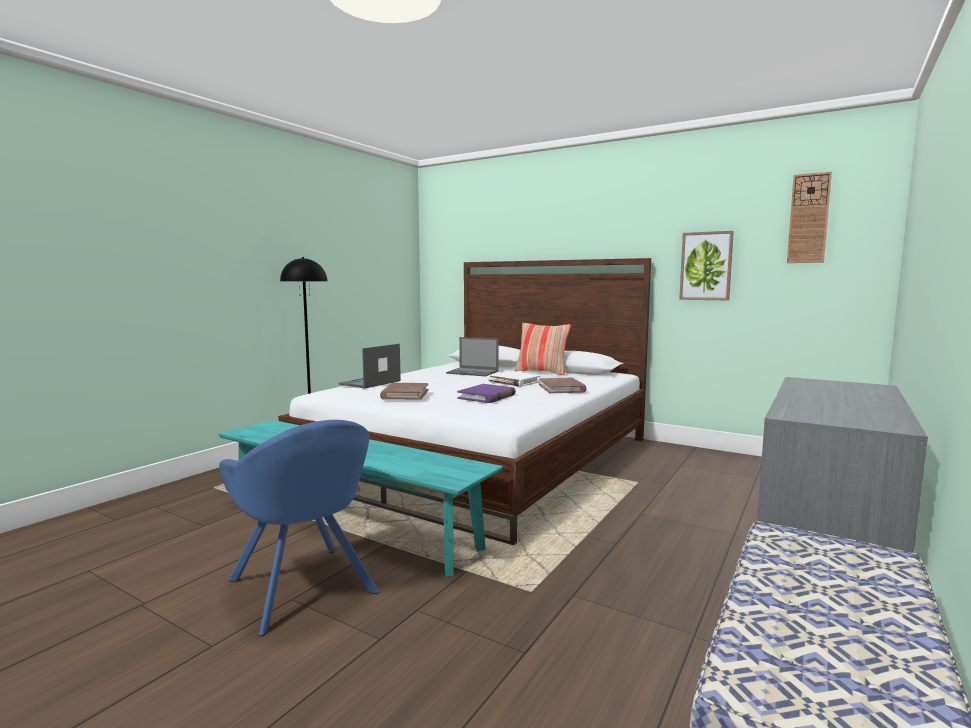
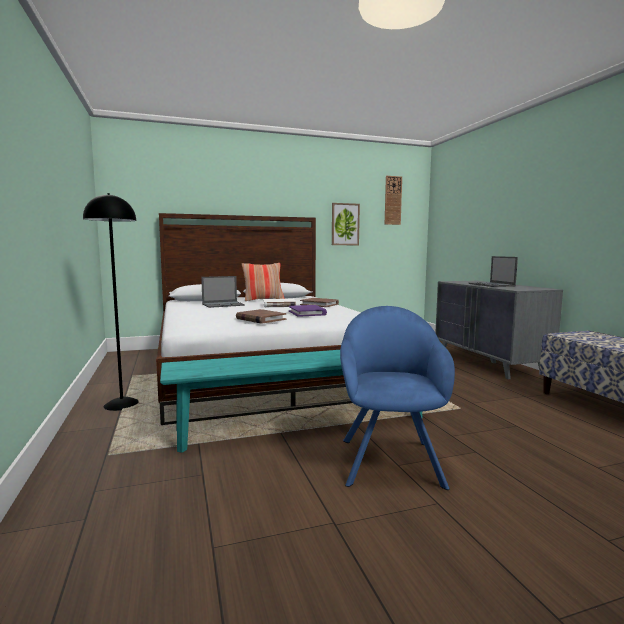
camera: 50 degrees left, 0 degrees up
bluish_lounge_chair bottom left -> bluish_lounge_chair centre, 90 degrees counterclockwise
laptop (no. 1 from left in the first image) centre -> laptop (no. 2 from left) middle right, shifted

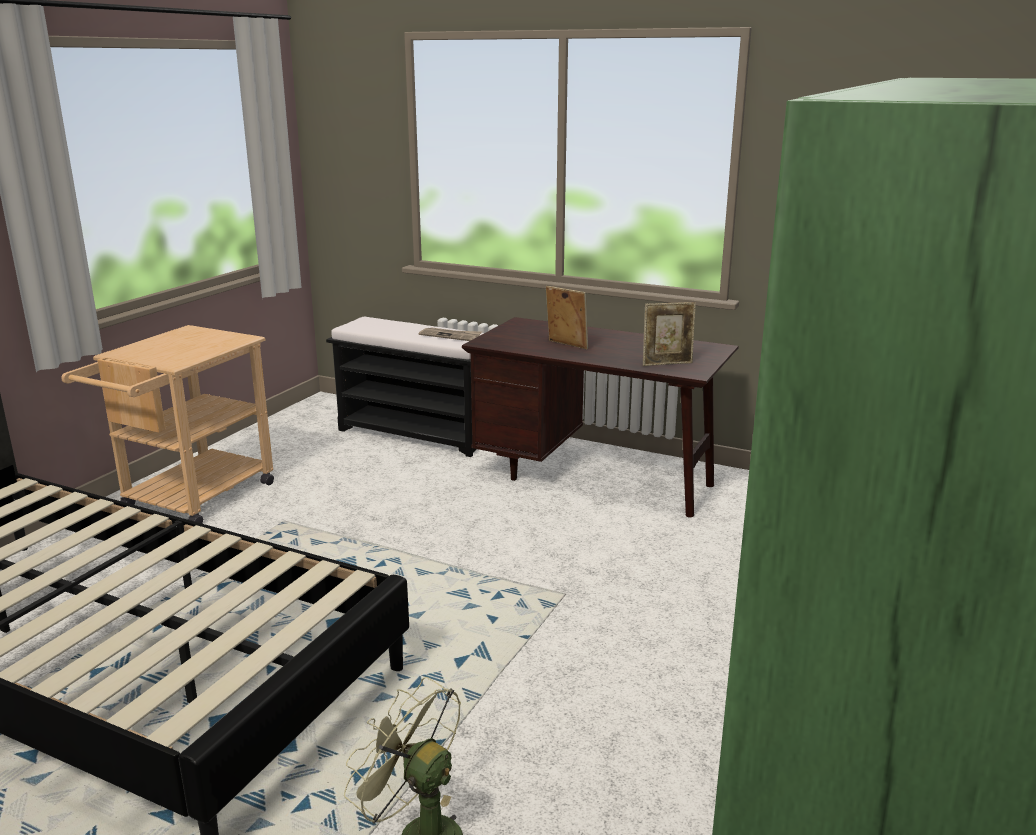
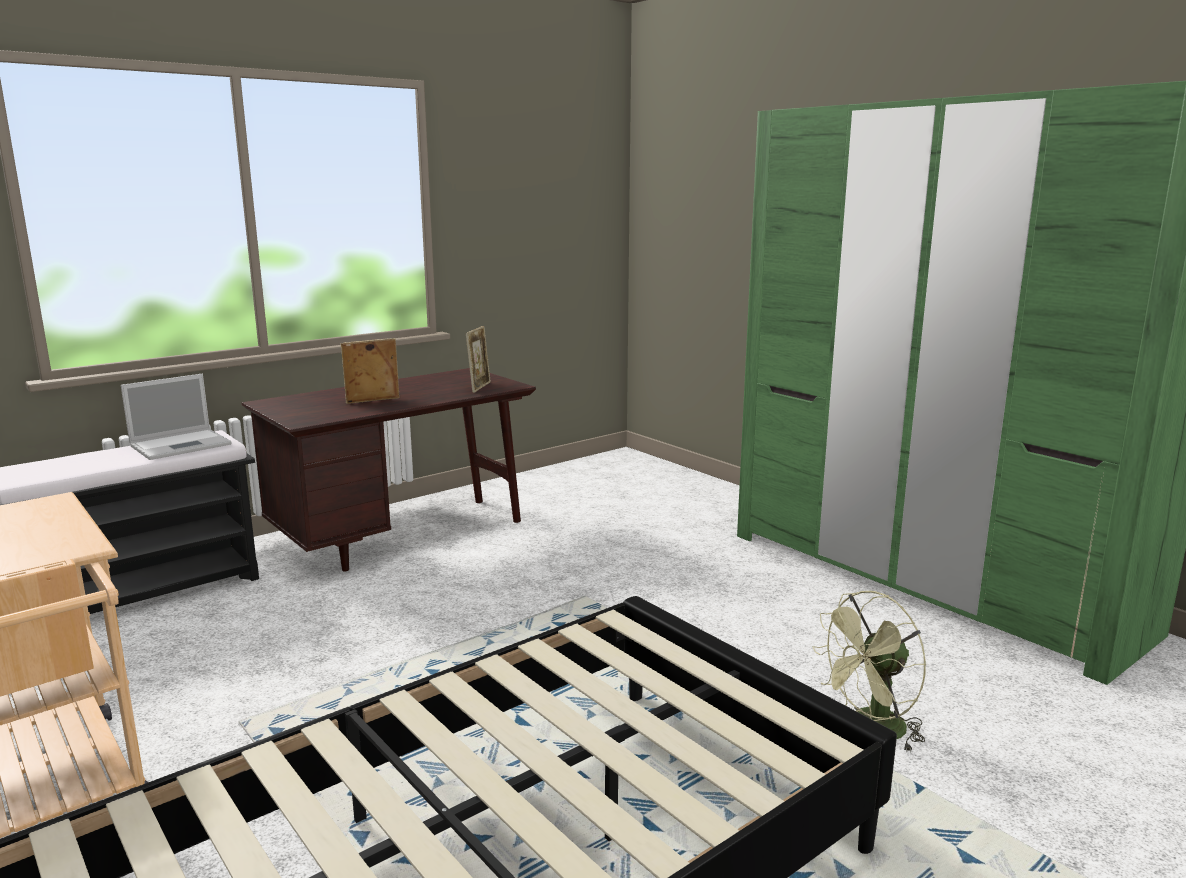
camera: 65 degrees left, 5 degrees down
daily_paper centre -> laptop middle left

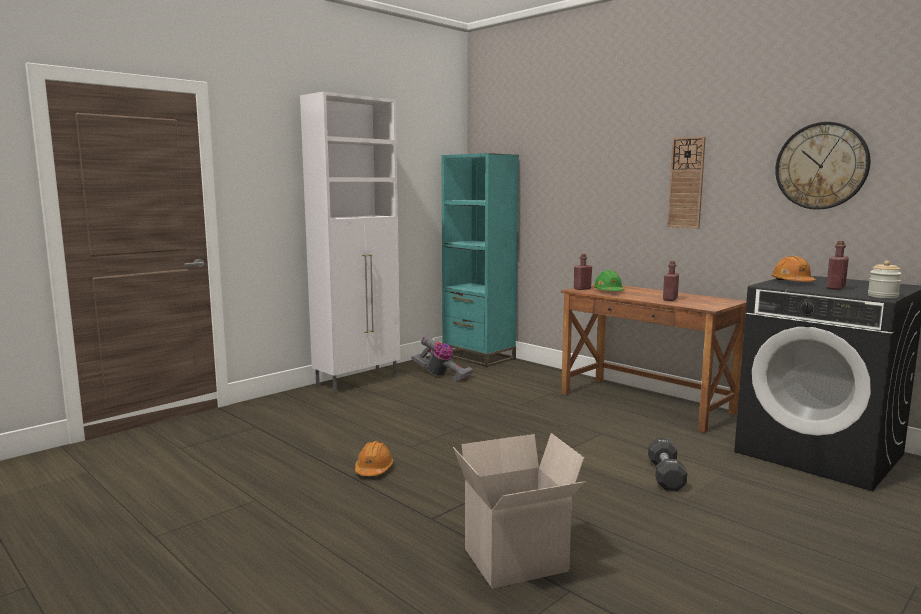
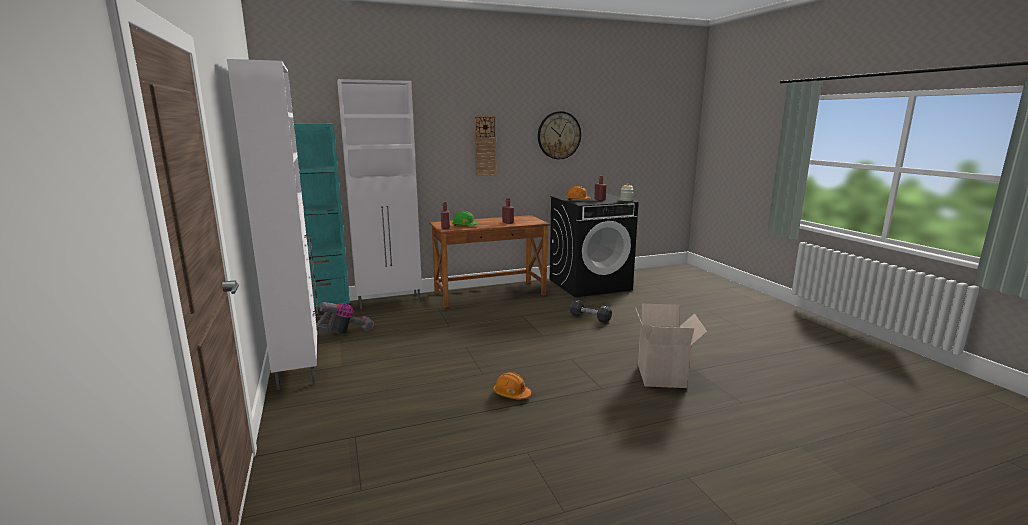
camera: 65 degrees left, 5 degrees up
none -> white_cabinet (no. 2 from left) centre

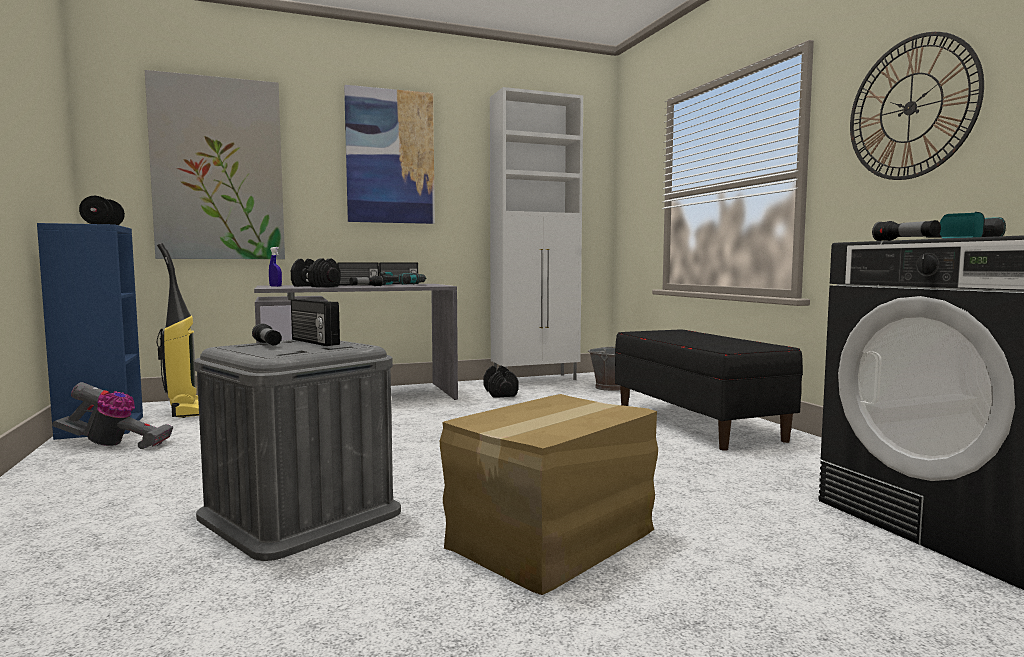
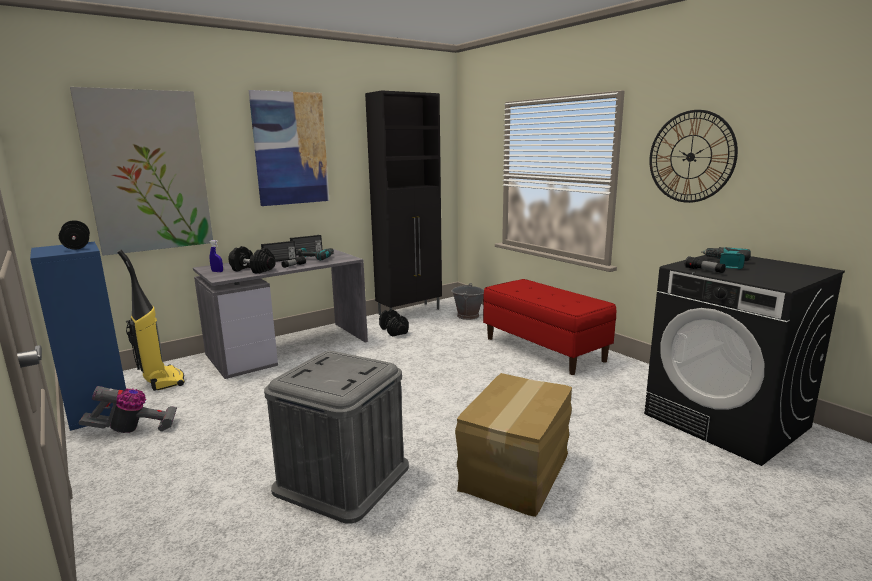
camera: 15 degrees left, 10 degrees up
flashlight (no. 1 from left) middle left -> none
radio_set (no. 1 from left) middle left -> none
white_cabinet centre -> blackish_cabinet centre
blackish_long_seat middle right -> red_long_seat centre

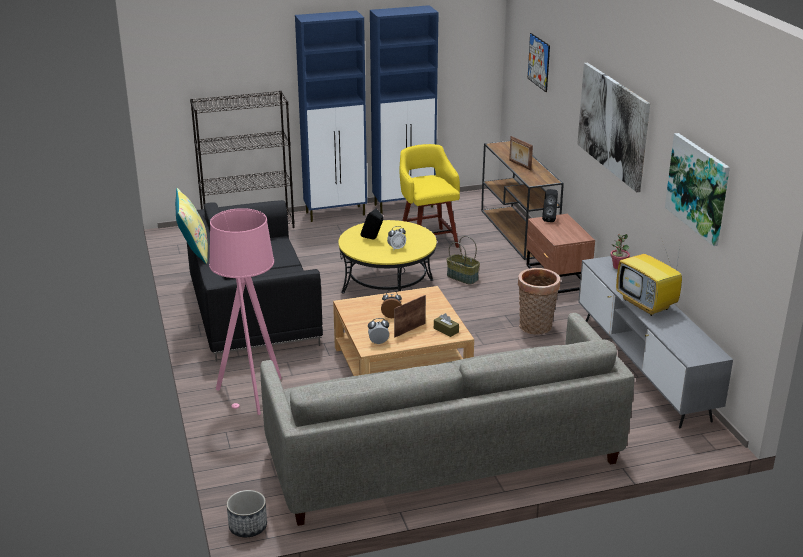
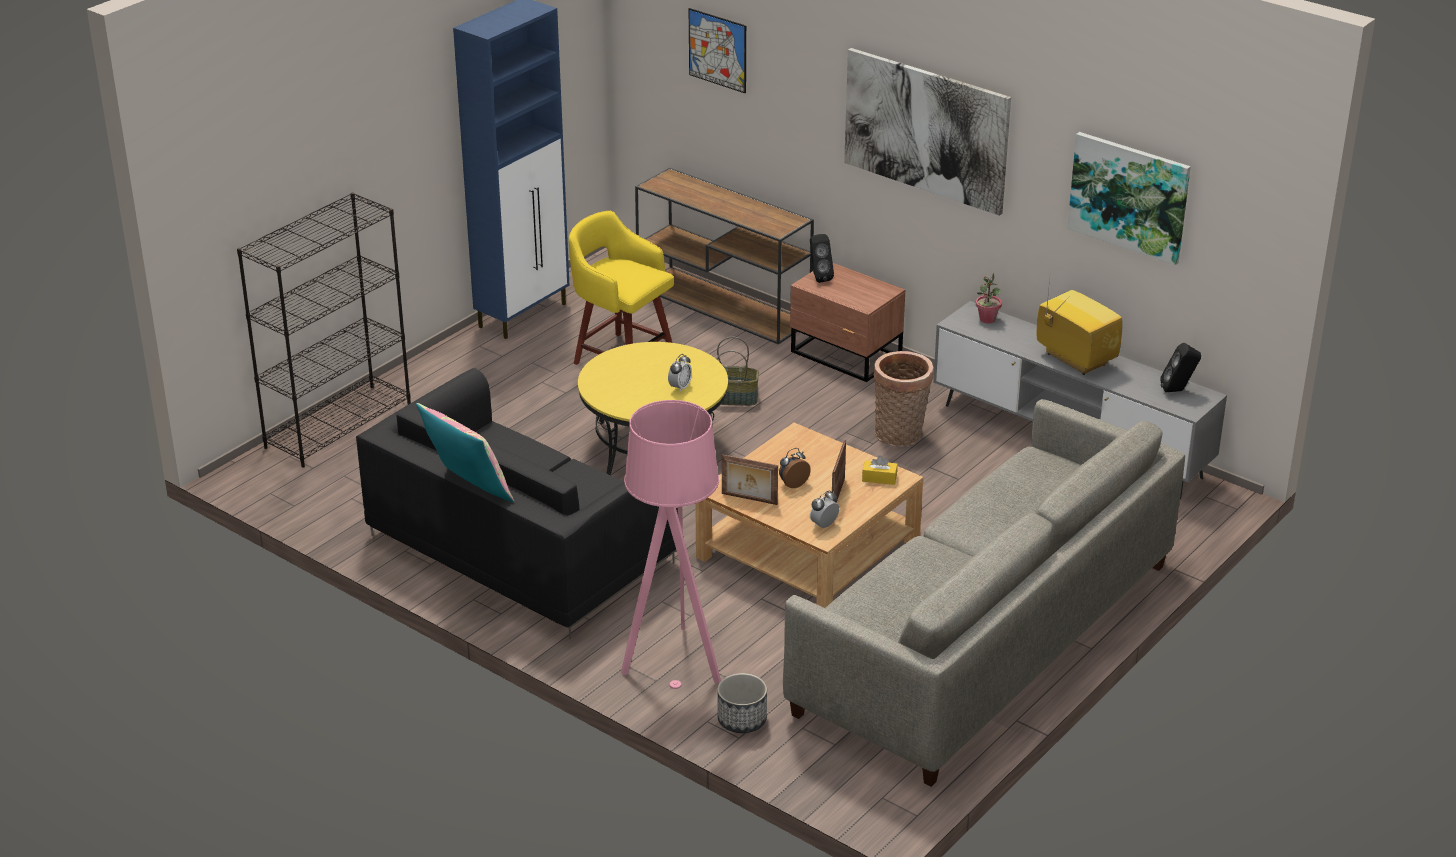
camera: 35 degrees left, 5 degrees up
yellowish_pillow middle left -> pink-coloured_pillow middle left
planter bottom left -> planter bottom centre, shifted
bluish_cabinet (no. 1 from left) top centre -> none
blackish_loudspeaker (no. 1 from left in the first image) centre -> blackish_loudspeaker (no. 2 from left) middle right, shifted
brown_tissue_holder centre -> yellowish_tissue_holder centre
standing_frame (no. 2 from left in the first image) top centre -> standing_frame (no. 1 from left) centre, shifted
TV_set middle right, 150 degrees counterclockwise

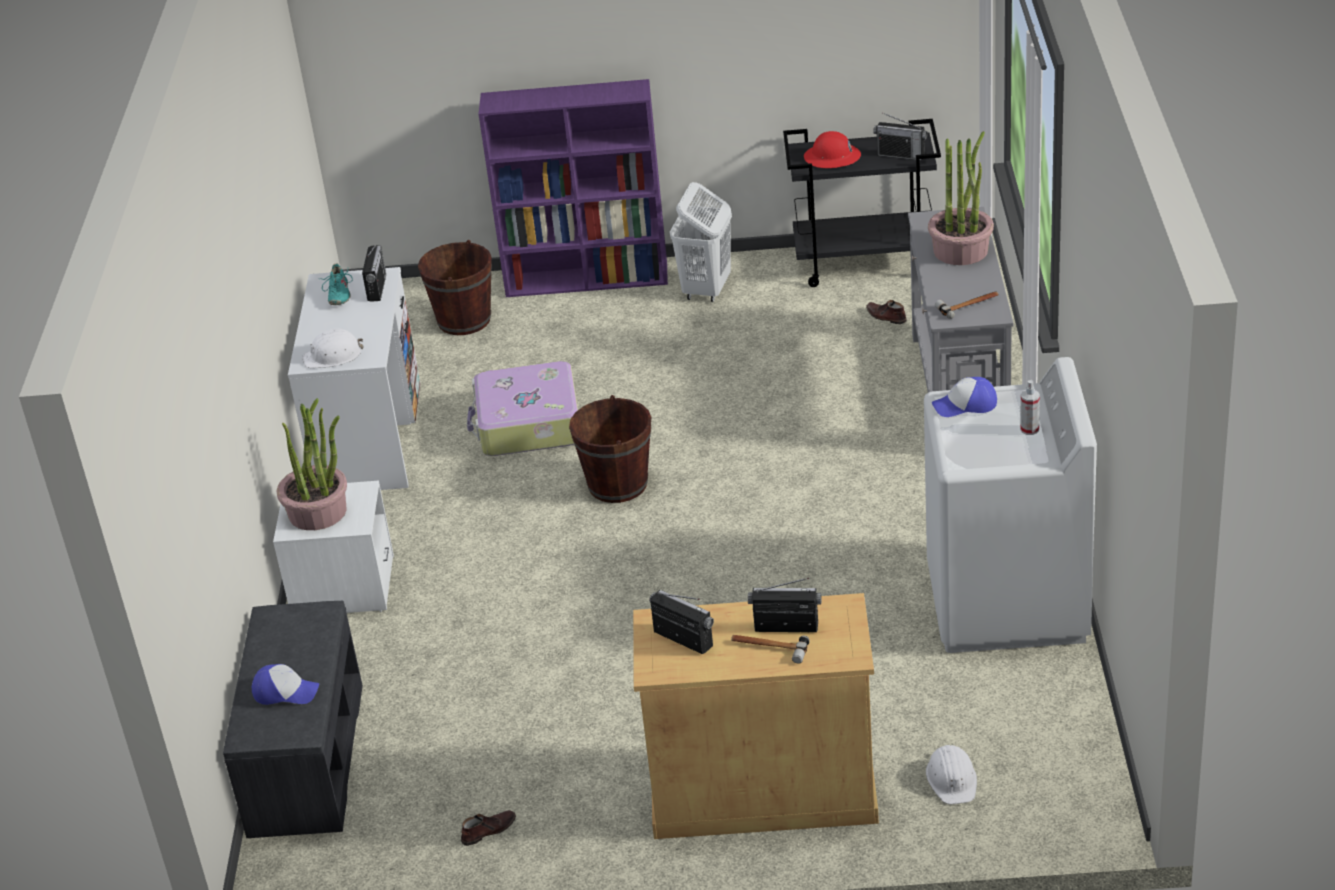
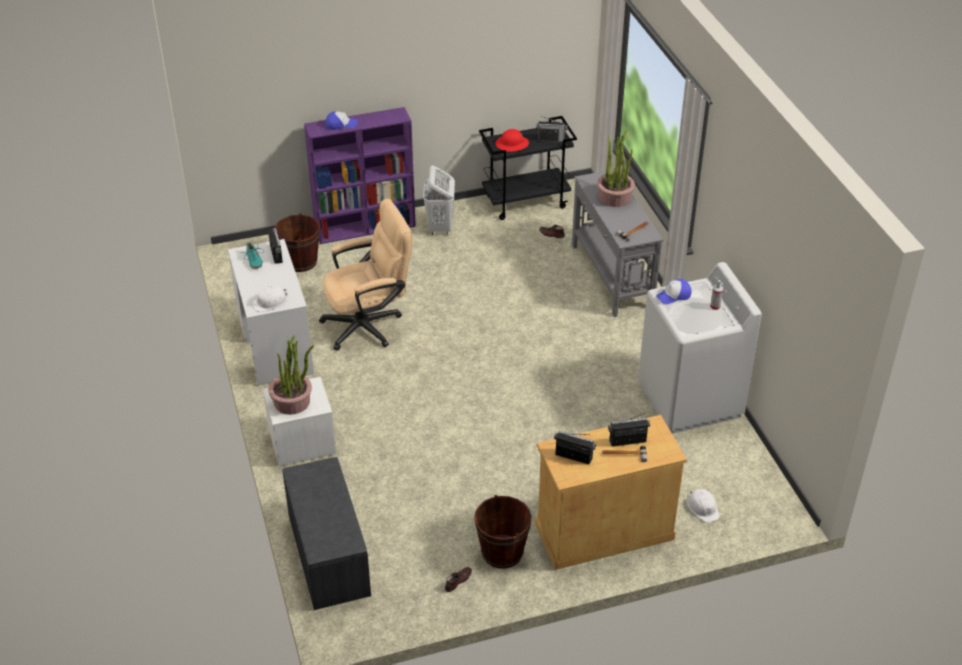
camera: 20 degrees left, 5 degrees up
baseball_cap (no. 1 from left) bottom left -> baseball_cap (no. 1 from left) top centre, shifted
piece_of_luggage centre -> beige-coloured_desk_chair centre
brown_bucket (no. 2 from left) centre -> brown_bucket (no. 2 from left) bottom centre, shifted

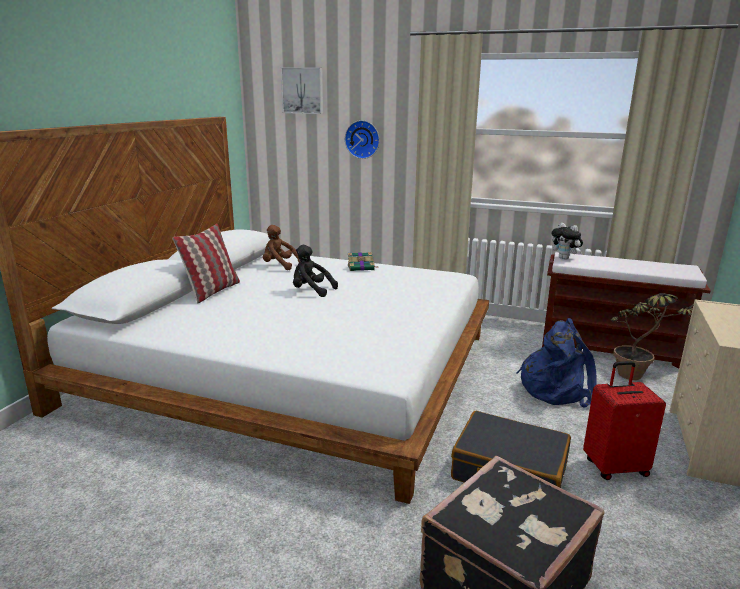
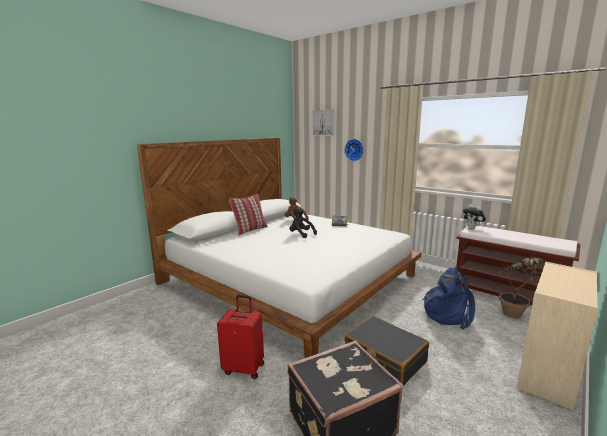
camera: 20 degrees right, 5 degrees down
red_piece_of_luggage bottom right -> red_piece_of_luggage bottom centre, shifted

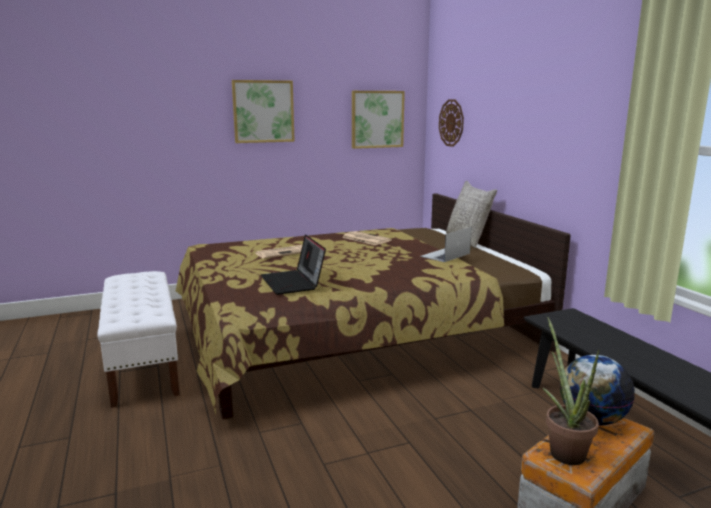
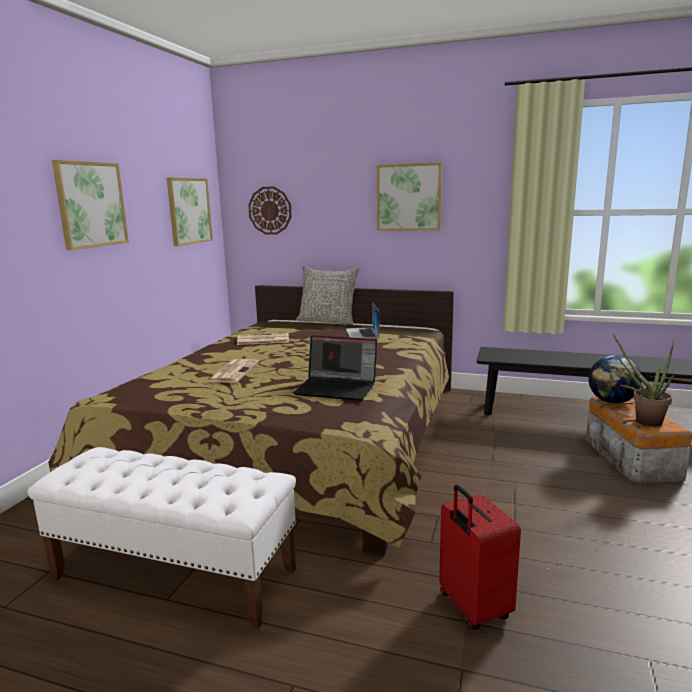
camera: 50 degrees left, 0 degrees up
none -> picture (no. 3 from left) top centre
none -> red_piece_of_luggage bottom right

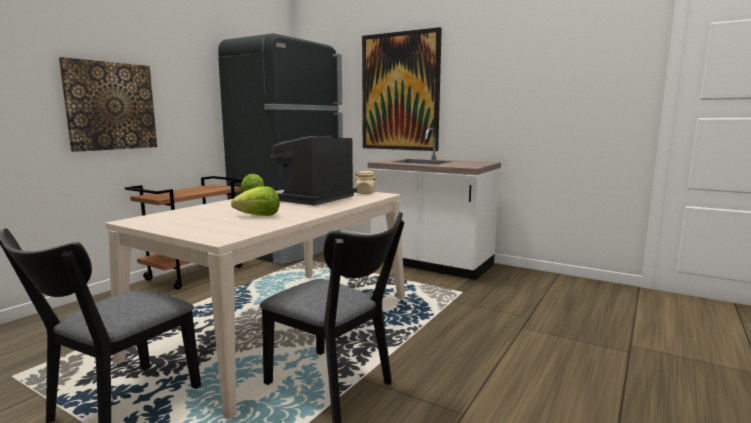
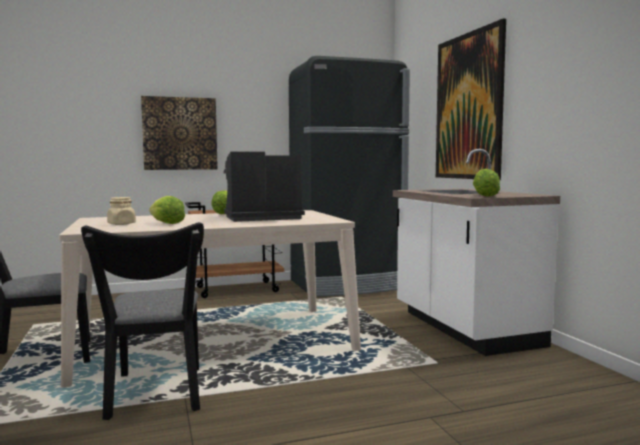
camera: 40 degrees right, 5 degrees down
beige-coloured_jar centre -> beige-coloured_jar middle left, shifted
none -> lettuce (no. 3 from left) middle right

